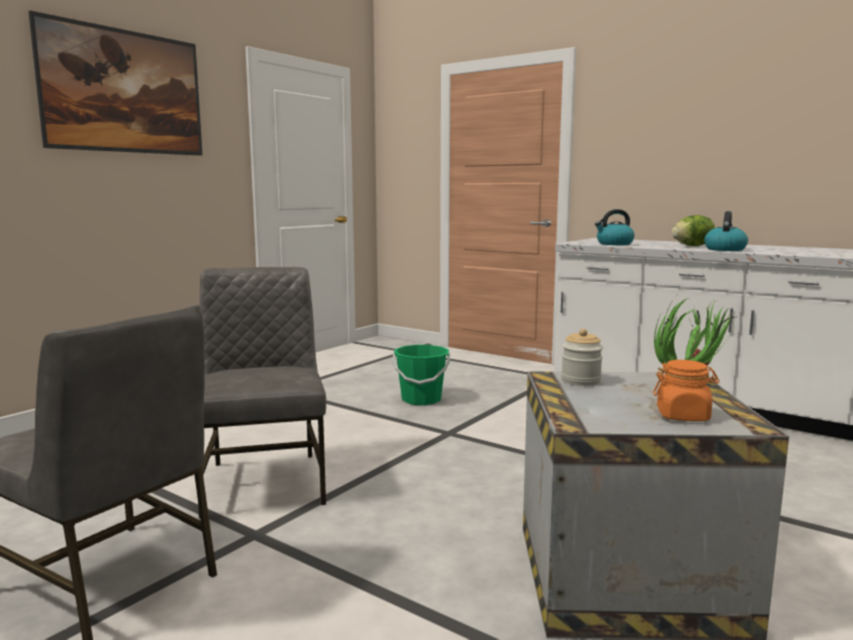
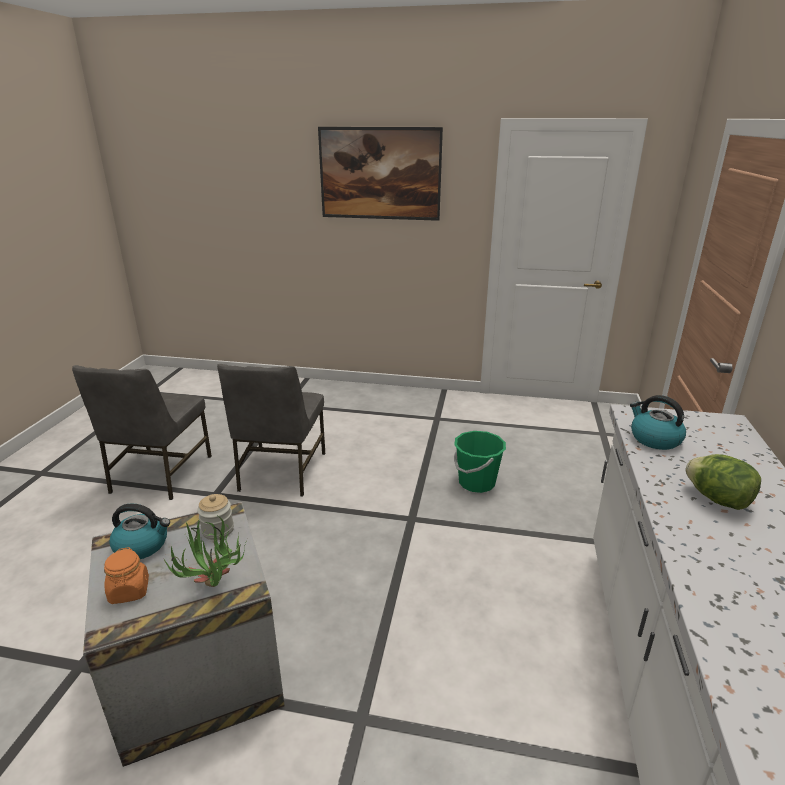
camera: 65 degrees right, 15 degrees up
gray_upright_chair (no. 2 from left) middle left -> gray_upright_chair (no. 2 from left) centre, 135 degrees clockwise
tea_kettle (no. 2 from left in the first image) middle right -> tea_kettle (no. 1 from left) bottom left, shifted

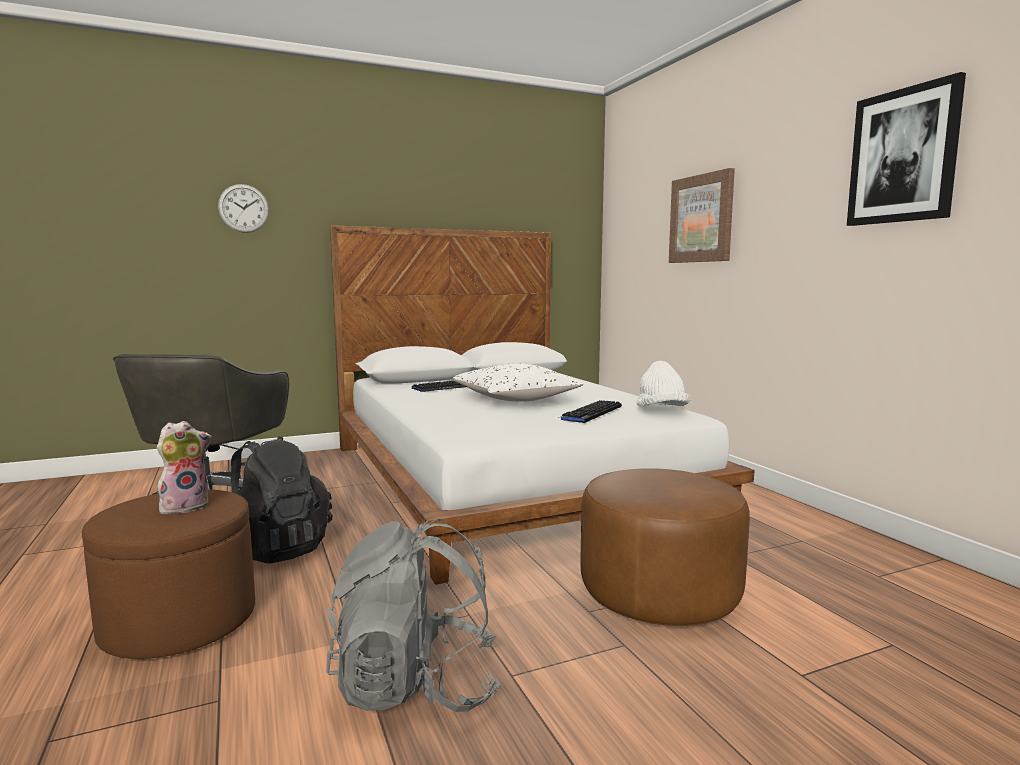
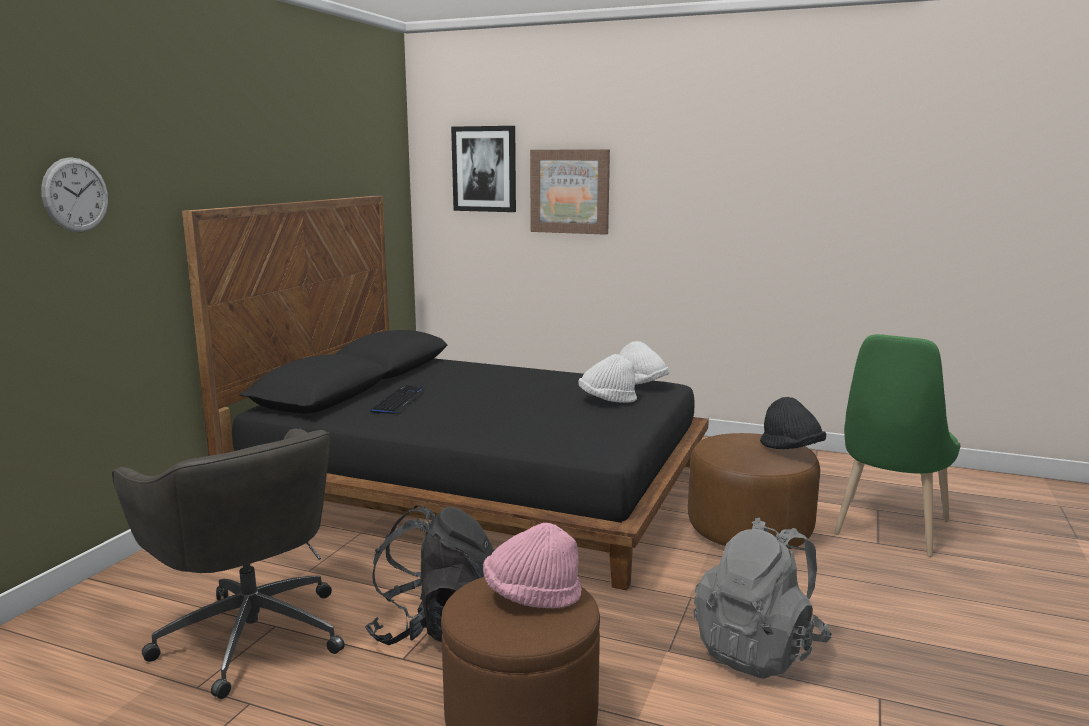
camera: 45 degrees left, 5 degrees up
plush_toy middle left -> pink-coloured_clothing_hat bottom centre
white_bedroom_bed centre -> blackish_bedroom_bed centre
white_pillow centre -> none
PC_keyboard (no. 2 from left) centre -> white_clothing_hat (no. 1 from left) centre
picture (no. 2 from left in the first image) top right -> picture (no. 1 from left) top centre, shifted
none -> blackish_clothing_hat middle right
none -> greenish_upright_chair middle right

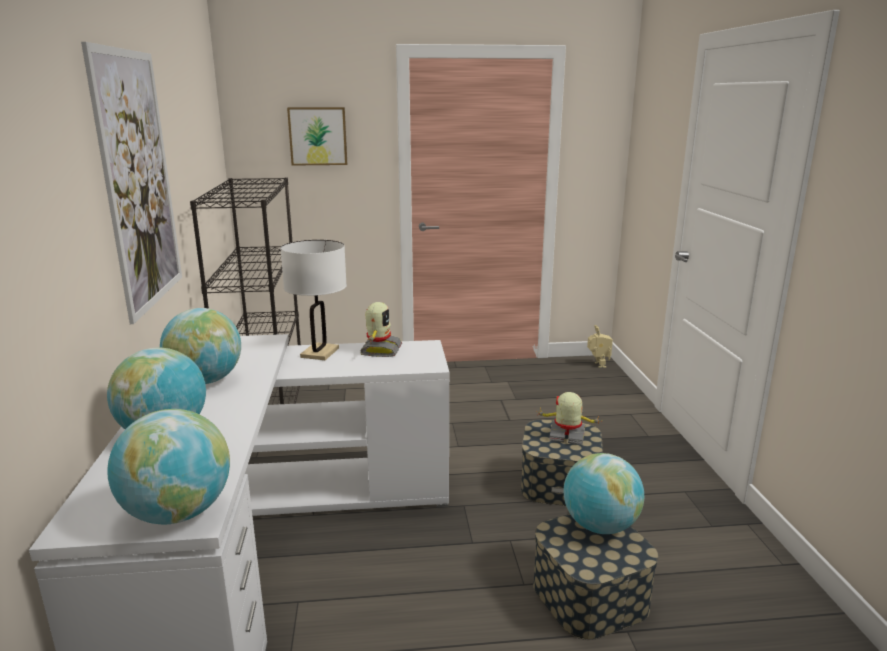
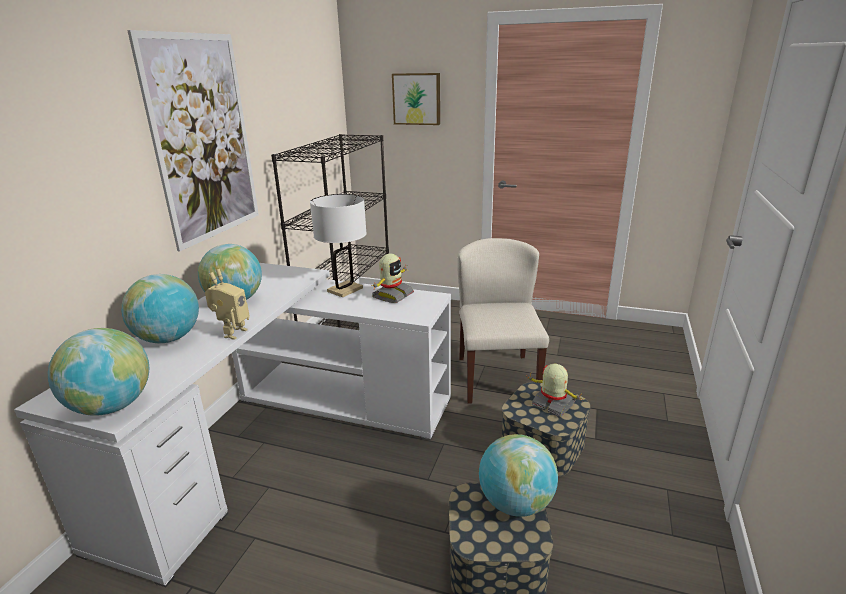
camera: 25 degrees right, 5 degrees up
model_robot (no. 3 from left in the first image) middle right -> model_robot (no. 1 from left) middle left, shifted
none -> beige-coloured_upright_chair centre

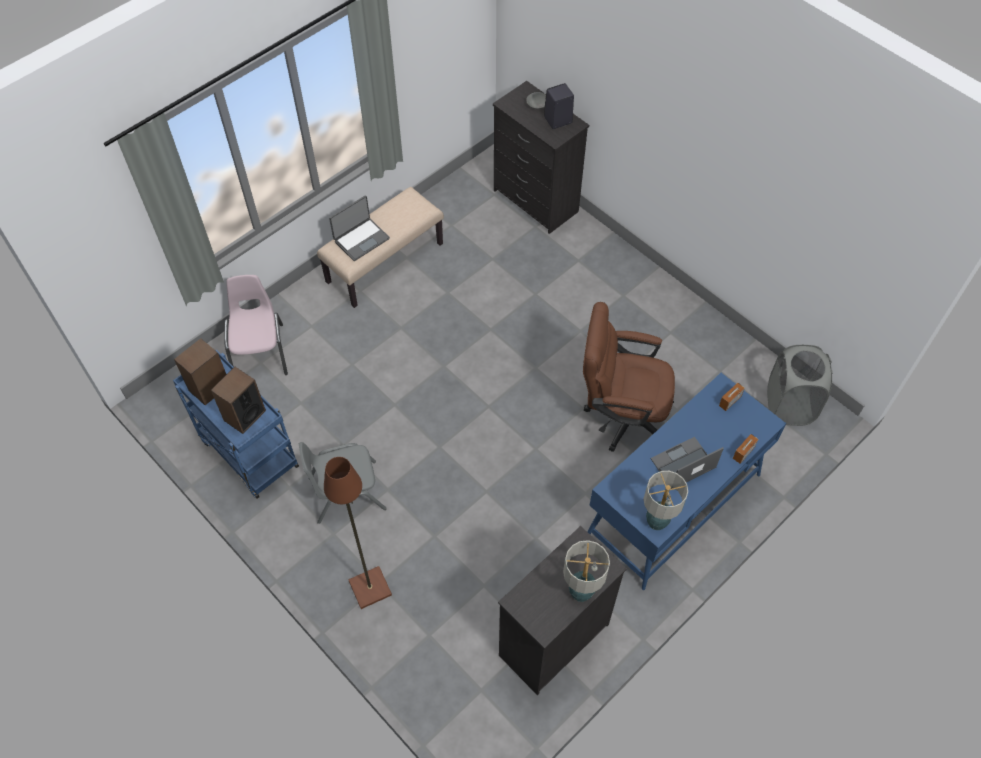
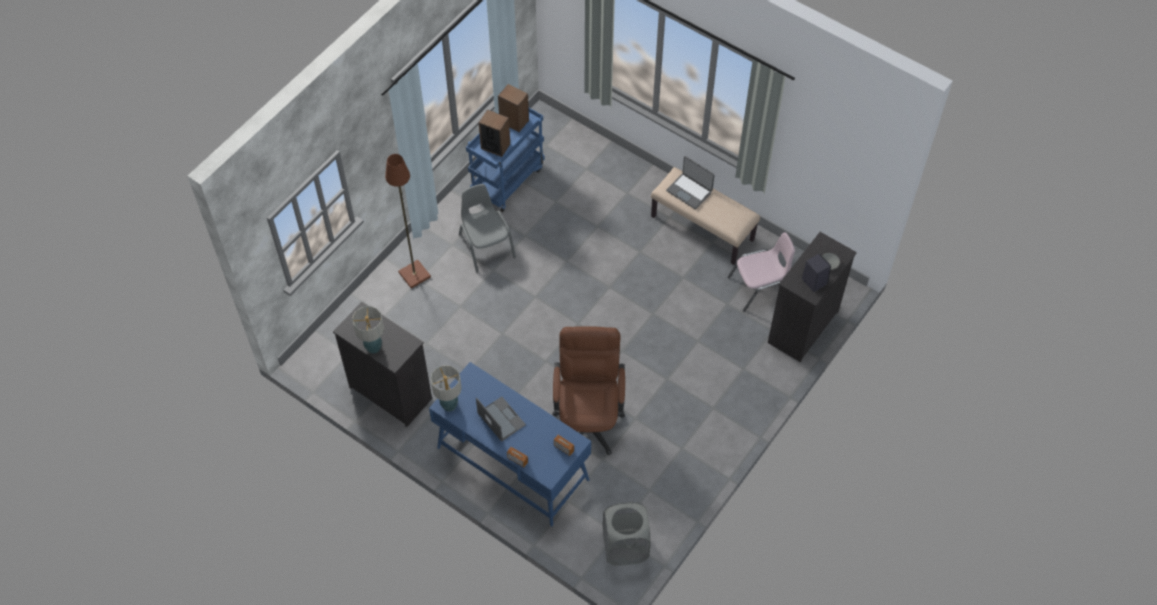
camera: 80 degrees right, 0 degrees up
pink-coloured_upright_chair middle left -> pink-coloured_upright_chair centre, shifted

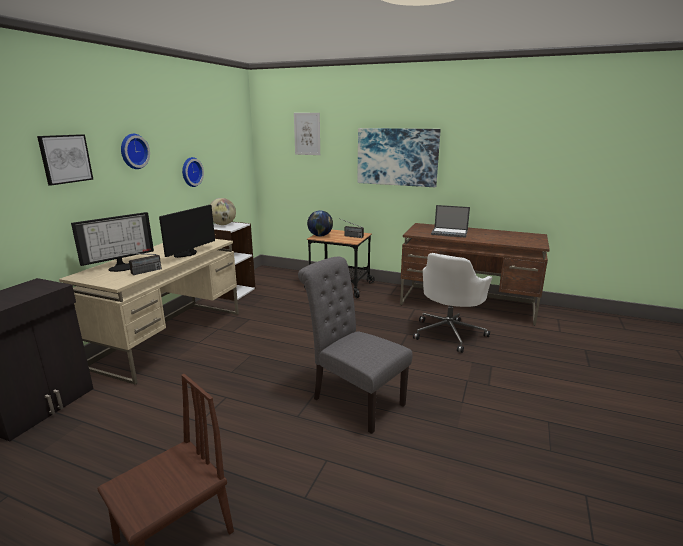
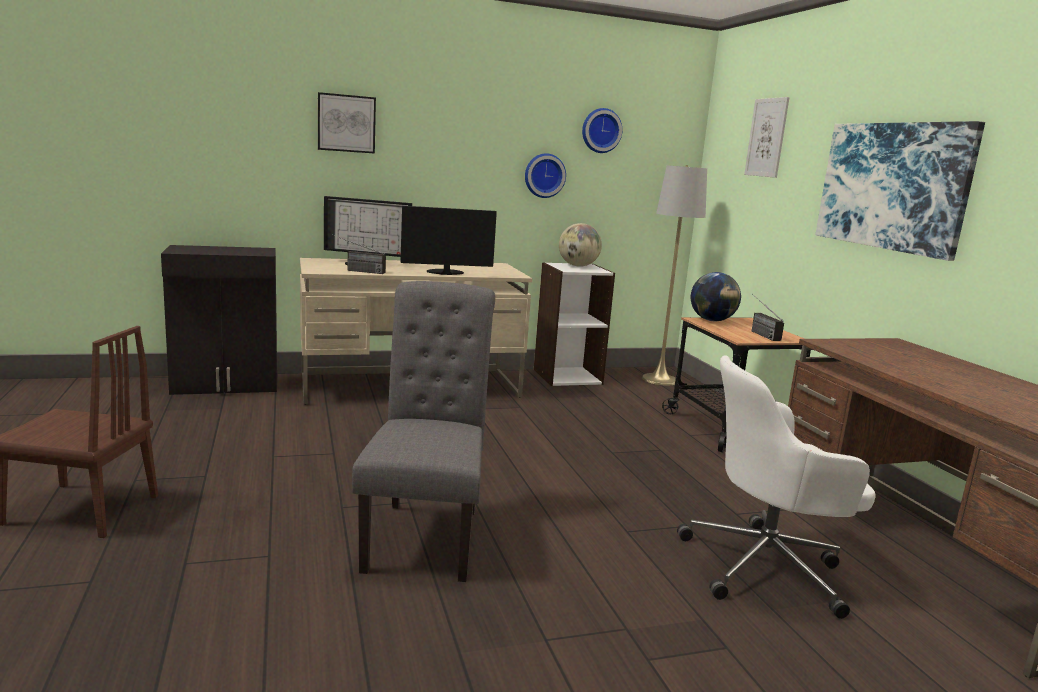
camera: 50 degrees right, 5 degrees down
clock_on_the_wall (no. 1 from left in the first image) top left -> clock_on_the_wall (no. 2 from left) top centre, shifted
laptop centre -> none
none -> gray_standing_lamp centre

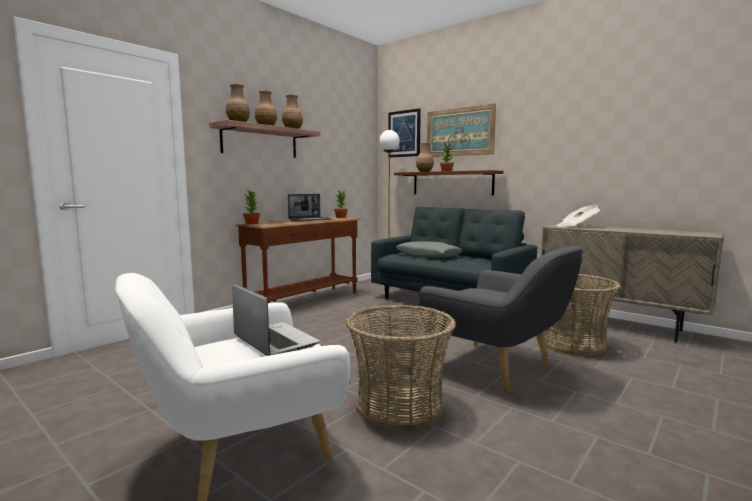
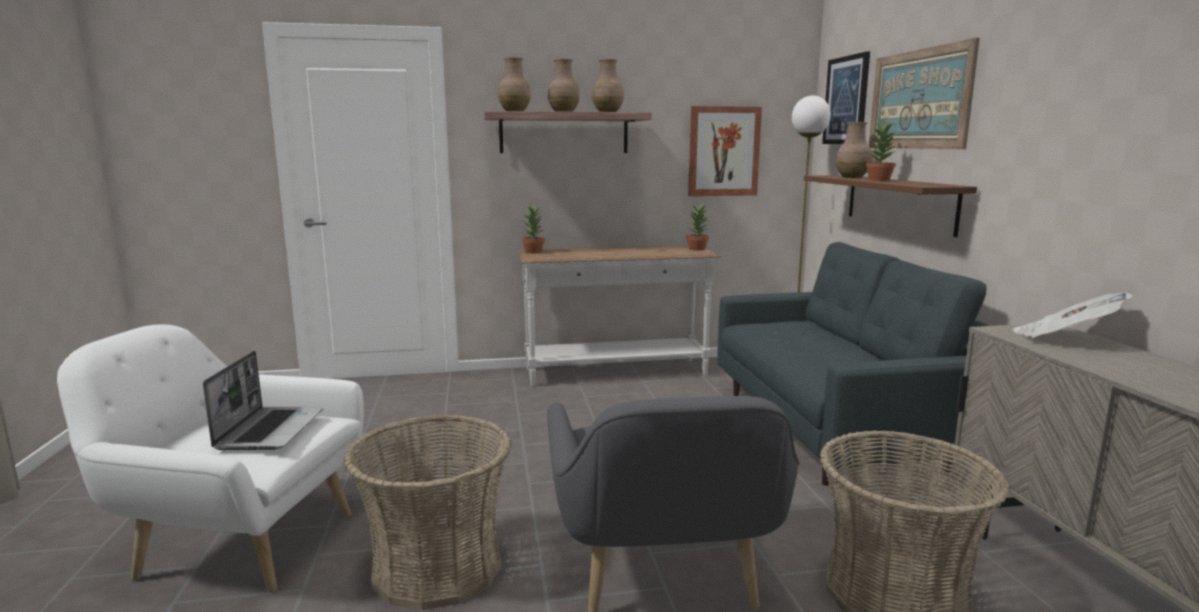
camera: 40 degrees right, 5 degrees up
brown_narrow_table centre -> white_narrow_table centre
laptop (no. 2 from left) centre -> none
gray_pillow centre -> none
none -> picture (no. 1 from left) top centre

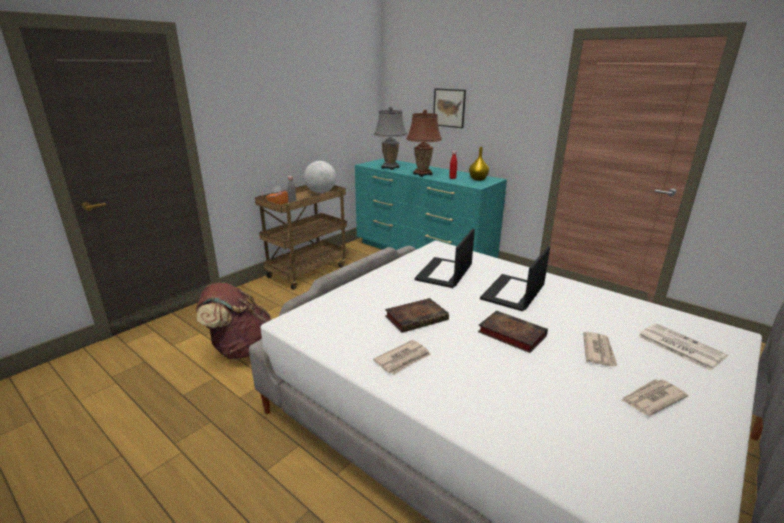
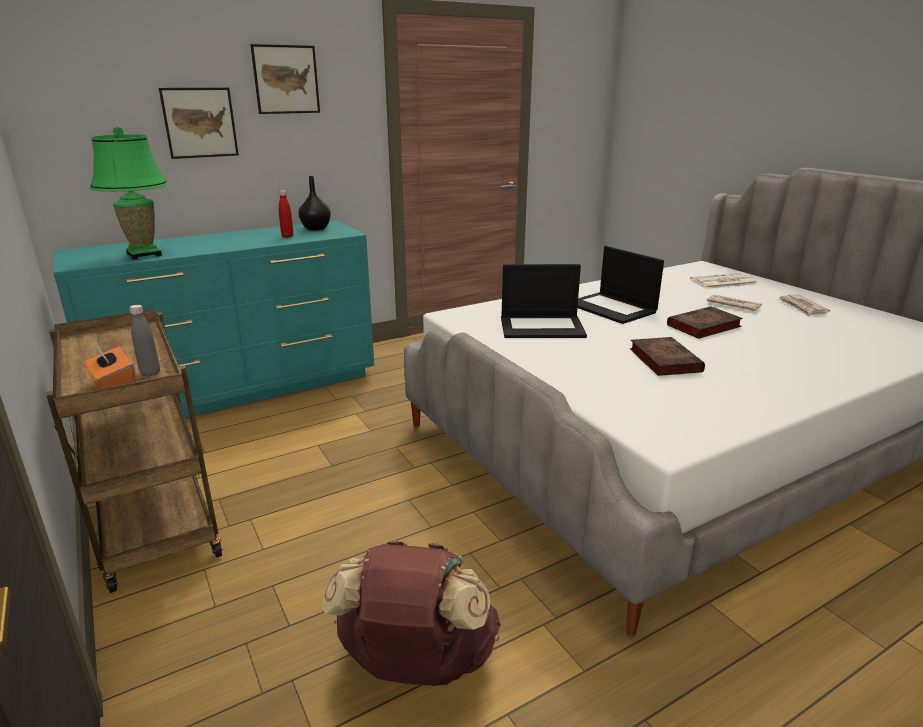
camera: 70 degrees left, 0 degrees up
globe centre -> none
daily_paper (no. 1 from left) bottom centre -> none
gray_tabletop_lamp top centre -> greenish_tabletop_lamp top left
brown_tabletop_lamp top centre -> none
laptop (no. 1 from left) centre, 45 degrees counterclockwise
yellowish_flower_vase top centre -> blackish_flower_vase top centre
none -> picture (no. 2 from left) top left

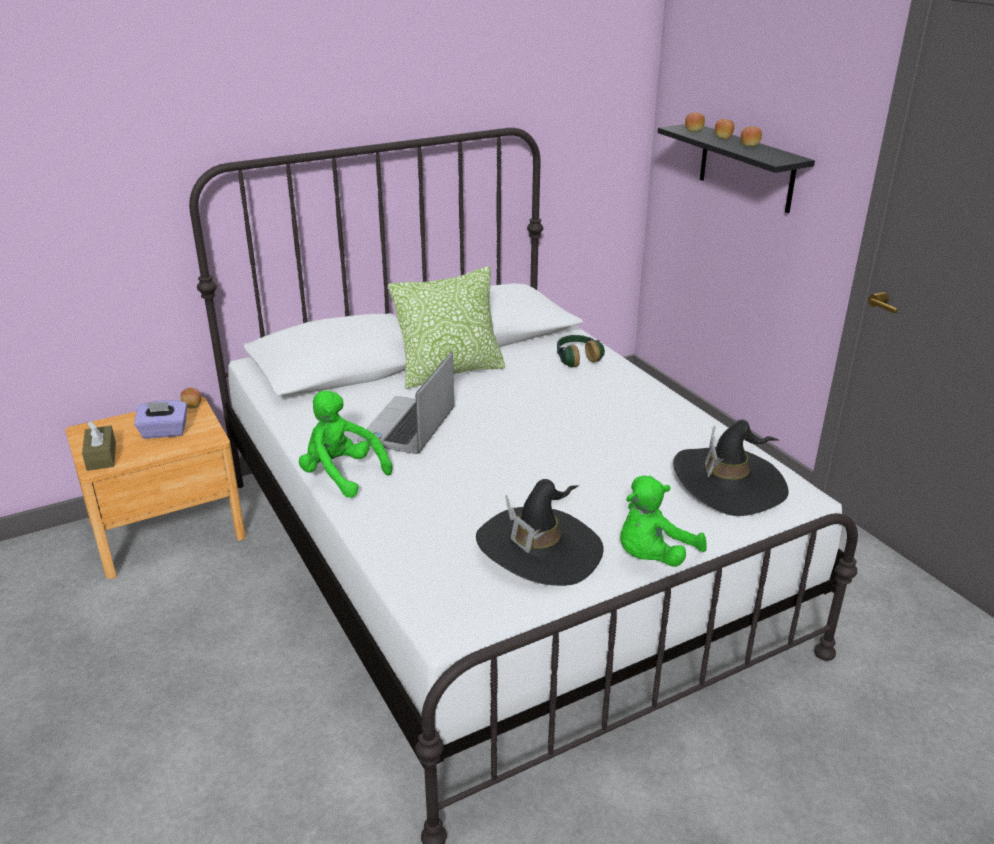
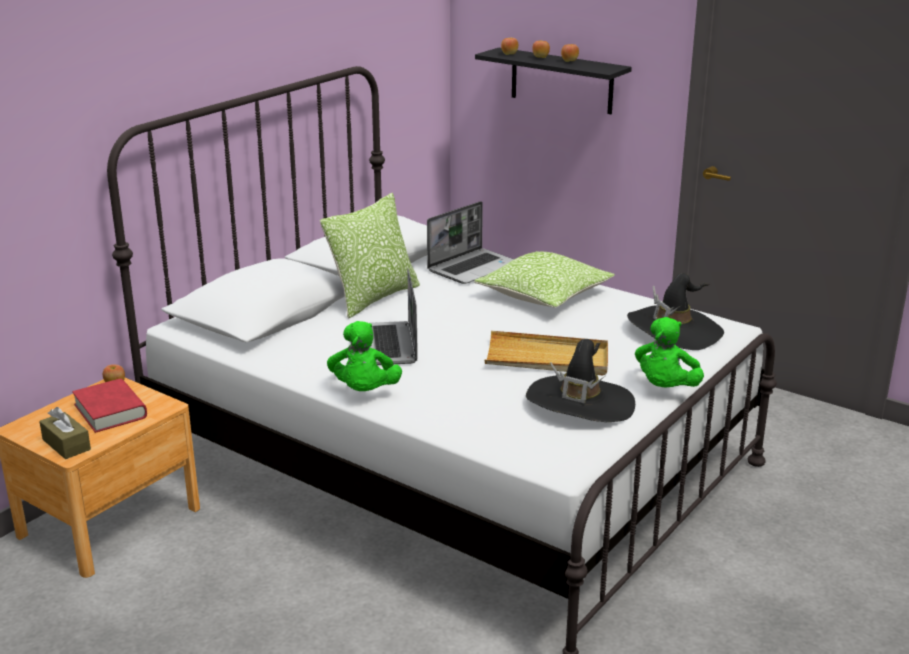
camera: 25 degrees left, 5 degrees down
purplish_tissue_holder middle left -> red_bound_book middle left
greenish_plush_toy (no. 1 from left) centre, 105 degrees counterclockwise
pair_of_headphones centre -> laptop (no. 2 from left) centre
none -> pillow (no. 2 from left) centre
none -> beige-coloured_carrying_tray centre

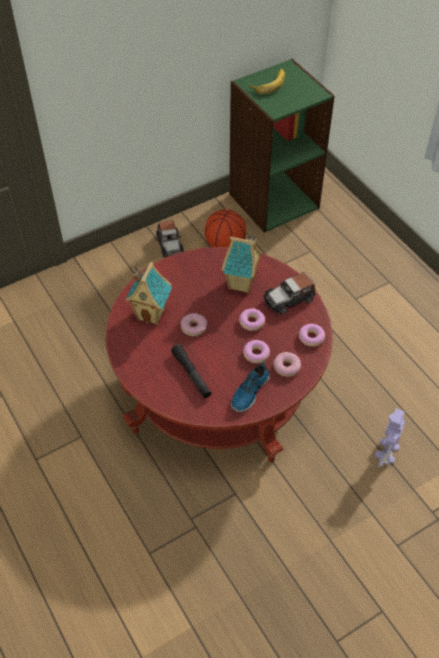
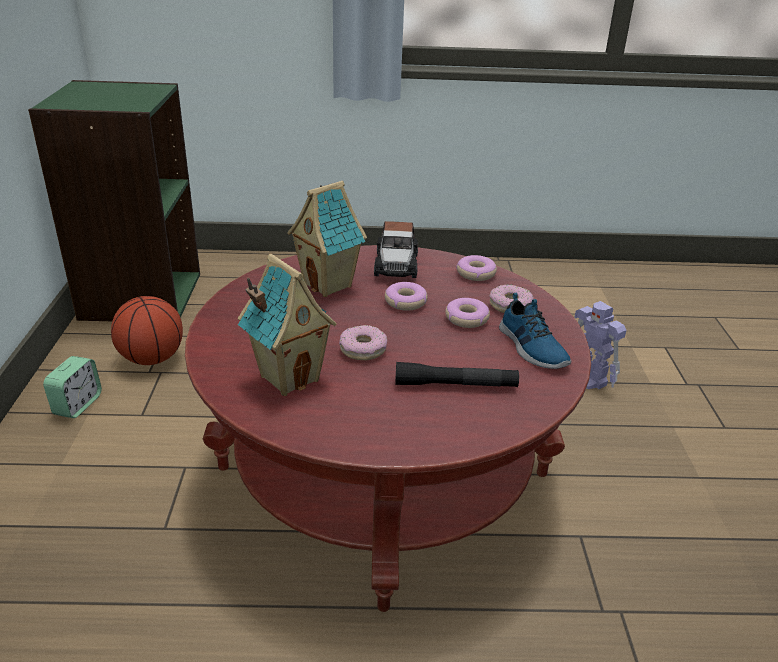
camera: 60 degrees left, 20 degrees down
miniature_car (no. 1 from left) centre -> alarm_clock middle left
banana top centre -> none

